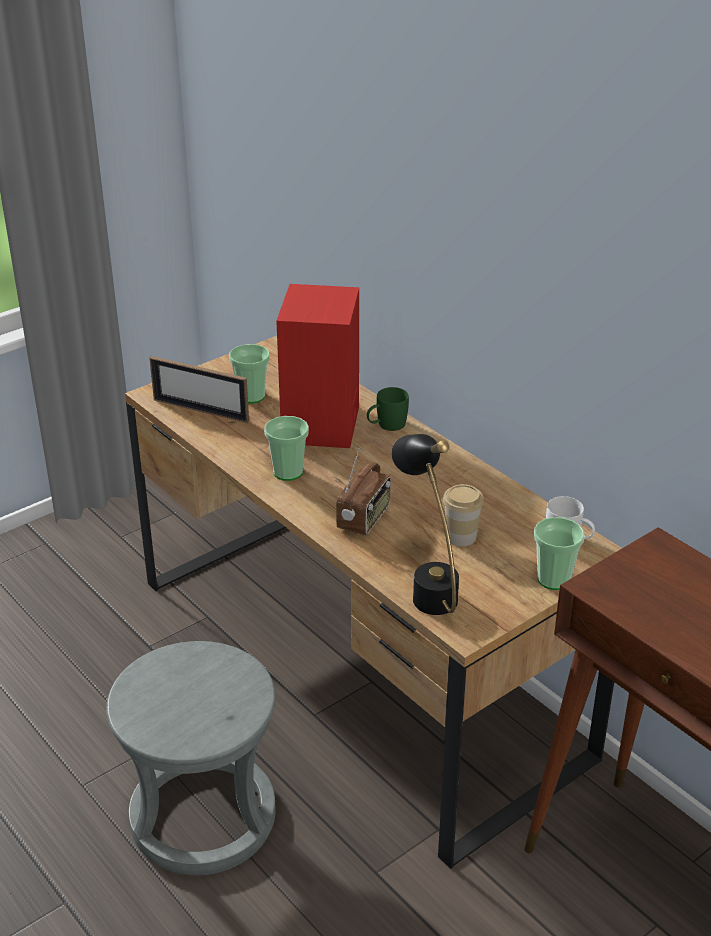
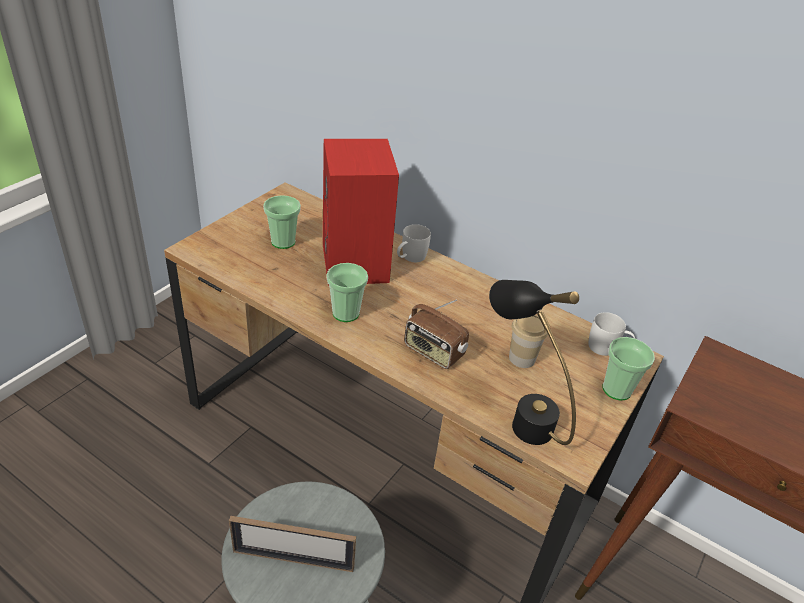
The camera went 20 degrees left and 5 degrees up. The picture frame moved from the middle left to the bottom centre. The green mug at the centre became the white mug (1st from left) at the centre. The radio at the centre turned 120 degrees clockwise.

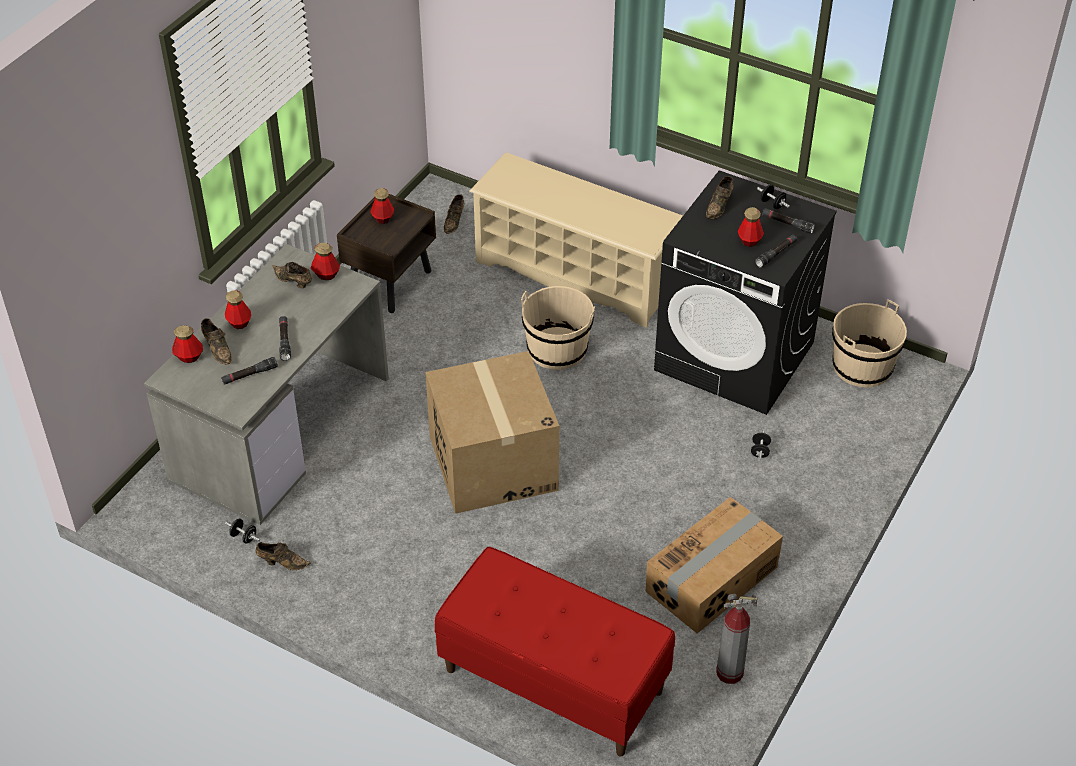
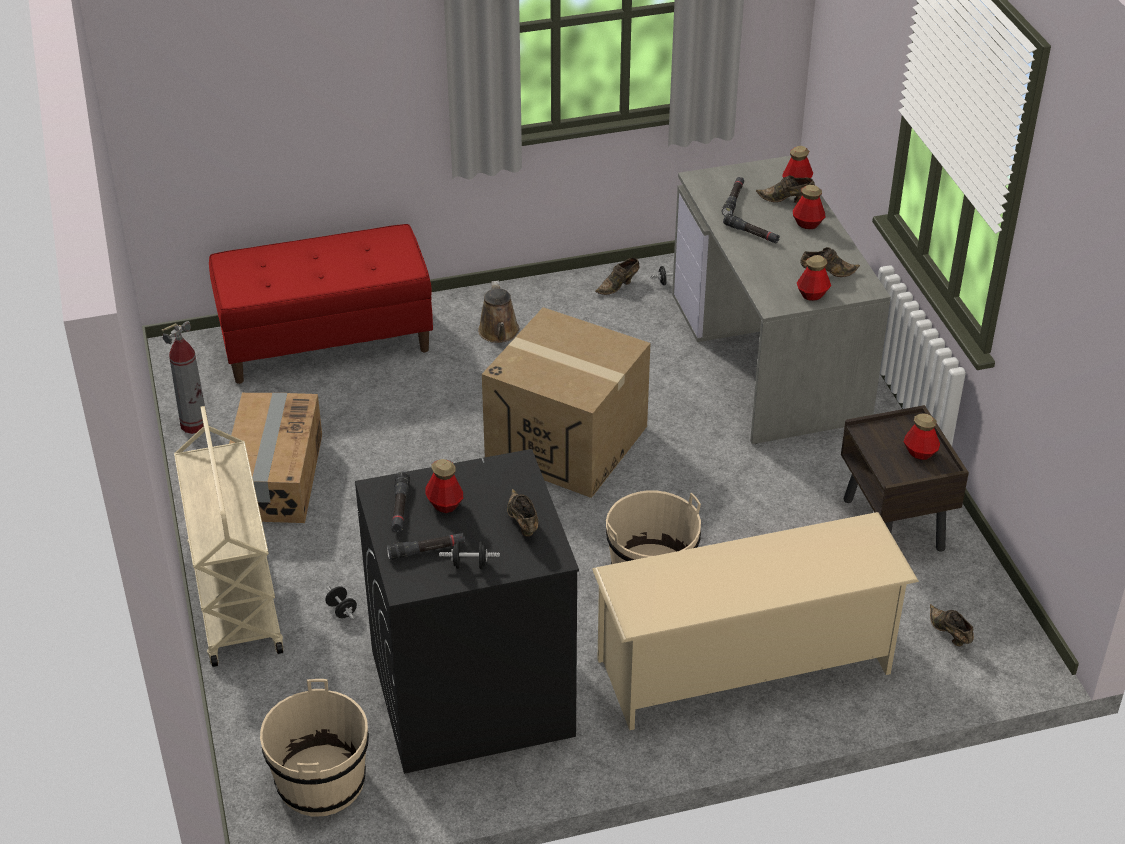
The camera went 135 degrees right and 5 degrees down. The beige cart at the middle left appeared. The brown watering can at the centre appeared.

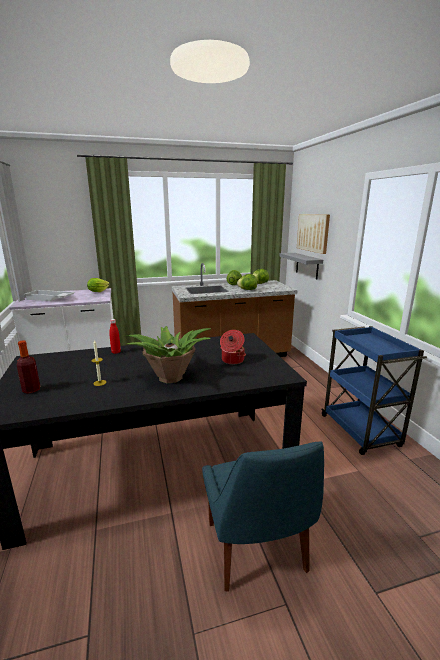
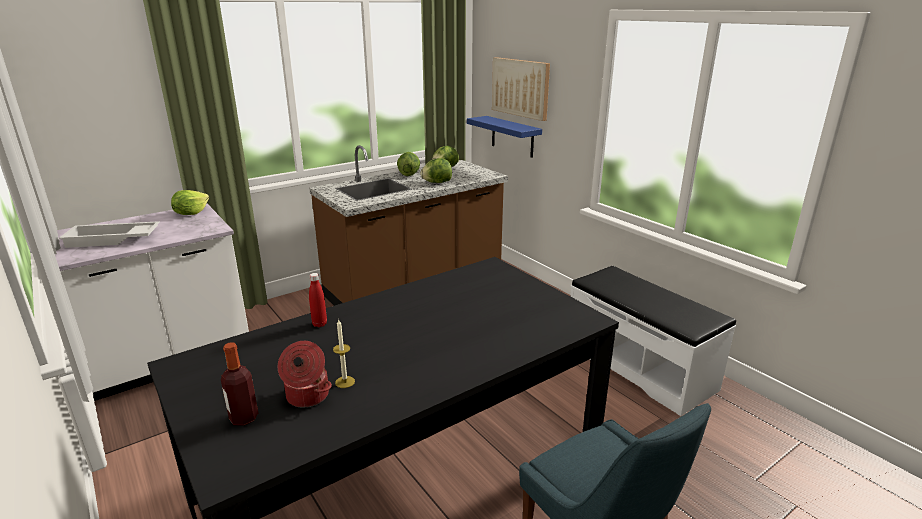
The camera went 20 degrees left and 5 degrees up. The cooking pot moved from the centre to the bottom left. The grey shelf at the middle right became the blue shelf at the top centre. The blue cart at the middle right was replaced by the white bench at the middle right. The potted plant at the centre disappeared.

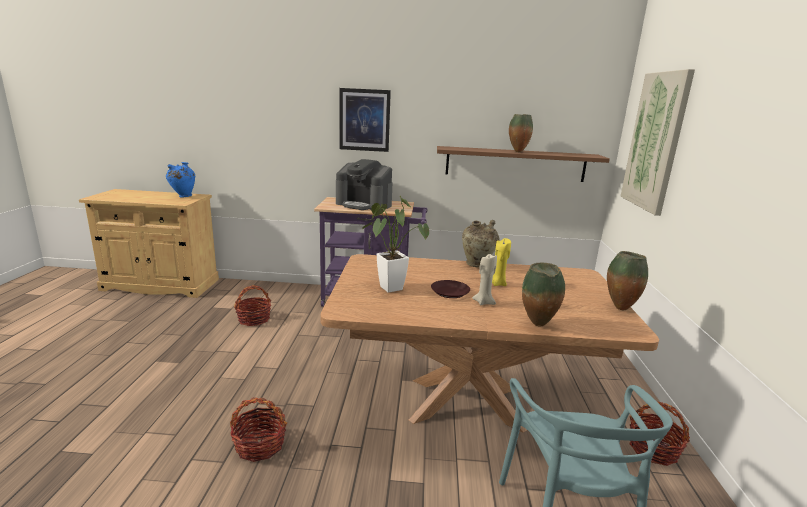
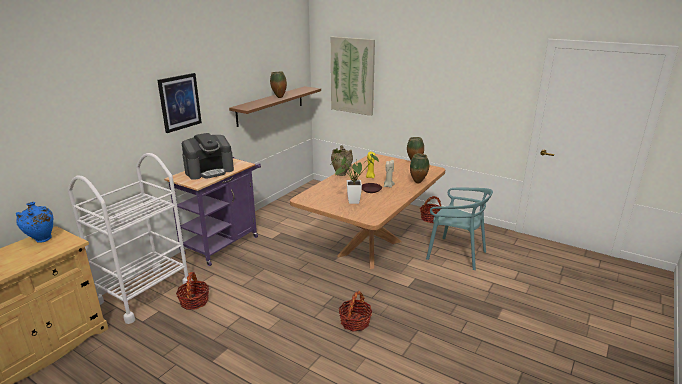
The camera went 60 degrees left and 5 degrees up. The white cart at the middle left appeared.

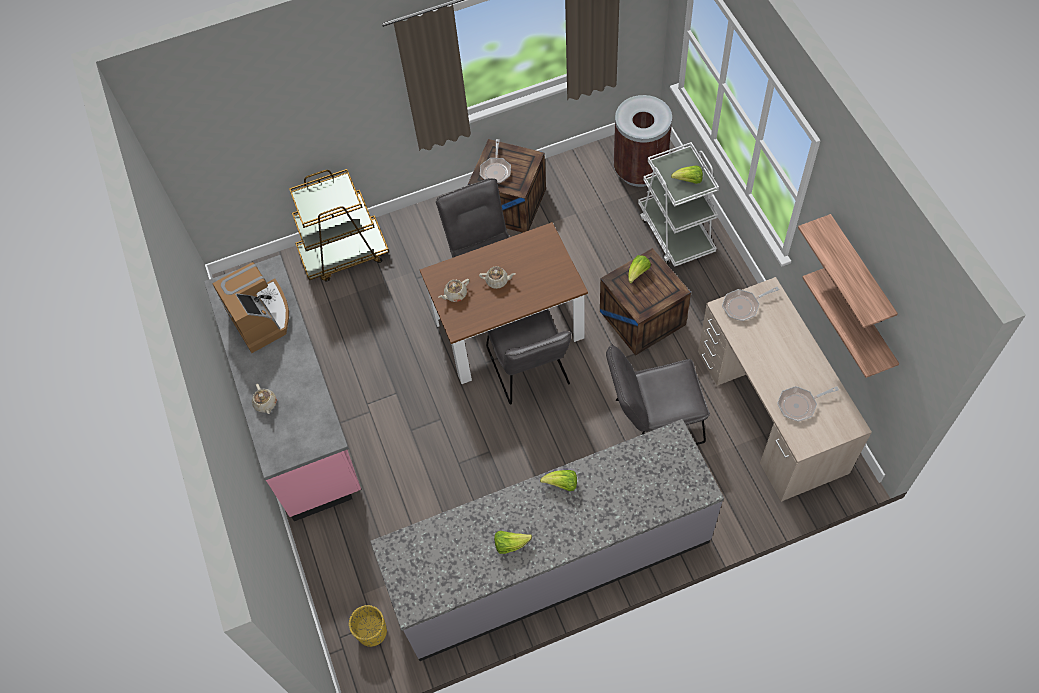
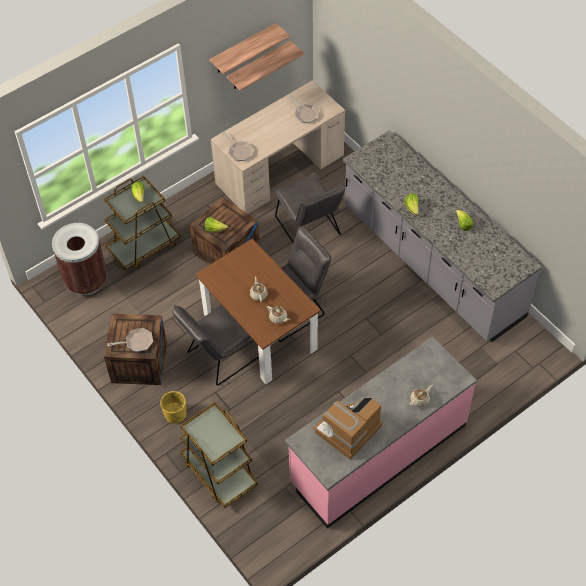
The camera went 110 degrees left and 5 degrees down. The white cart at the top centre became the brown cart (1st from left) at the middle left. The yellow planter moved from the bottom centre to the bottom left.

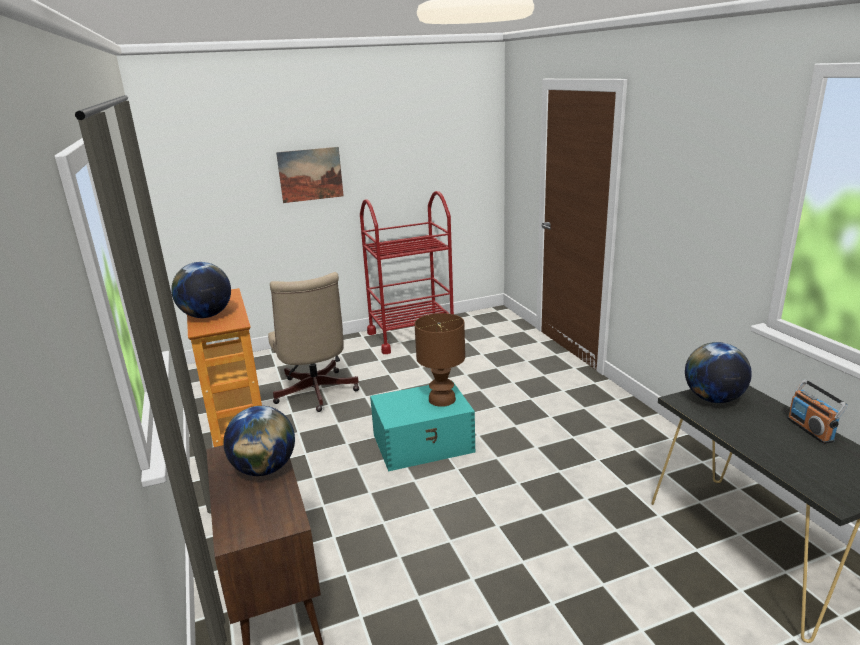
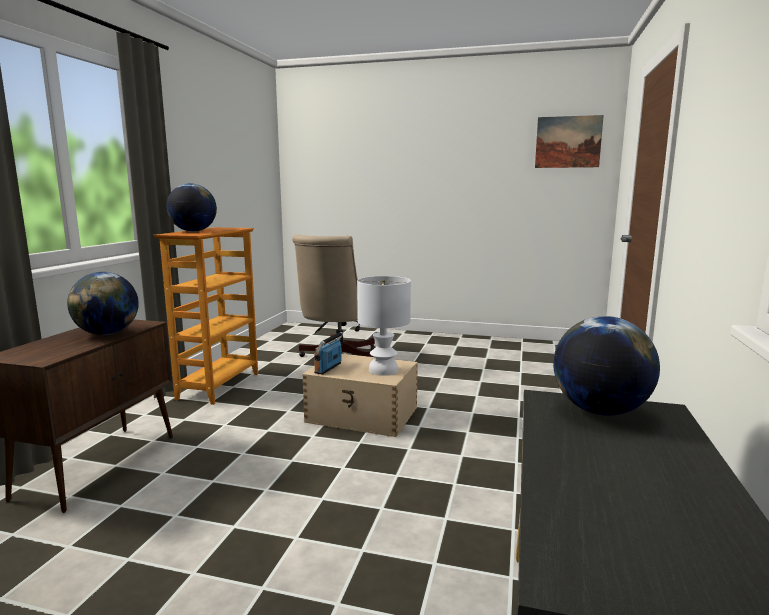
The camera went 35 degrees right and 10 degrees down. The turquoise storage box at the centre became the beige storage box at the centre. The radio moved from the middle right to the centre. The brown table lamp at the centre became the white table lamp at the centre. The picture moved from the top centre to the top right. The red cart at the centre disappeared.

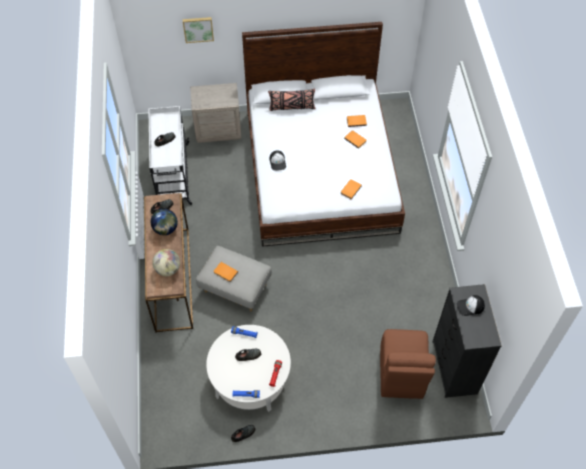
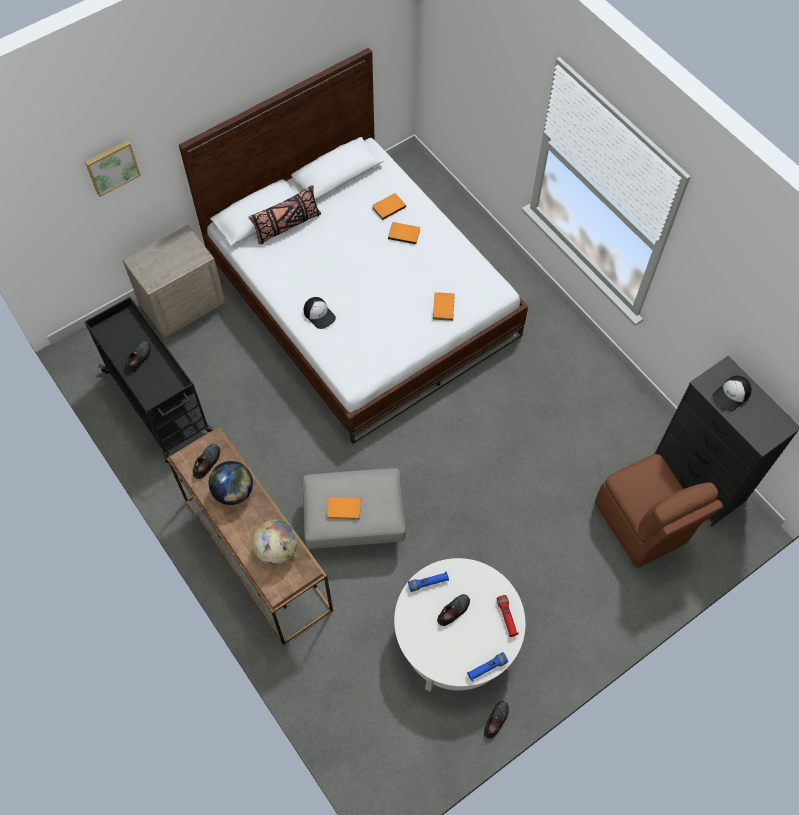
The camera went 30 degrees left and 5 degrees up. The white cart at the top left became the black cart at the middle left.

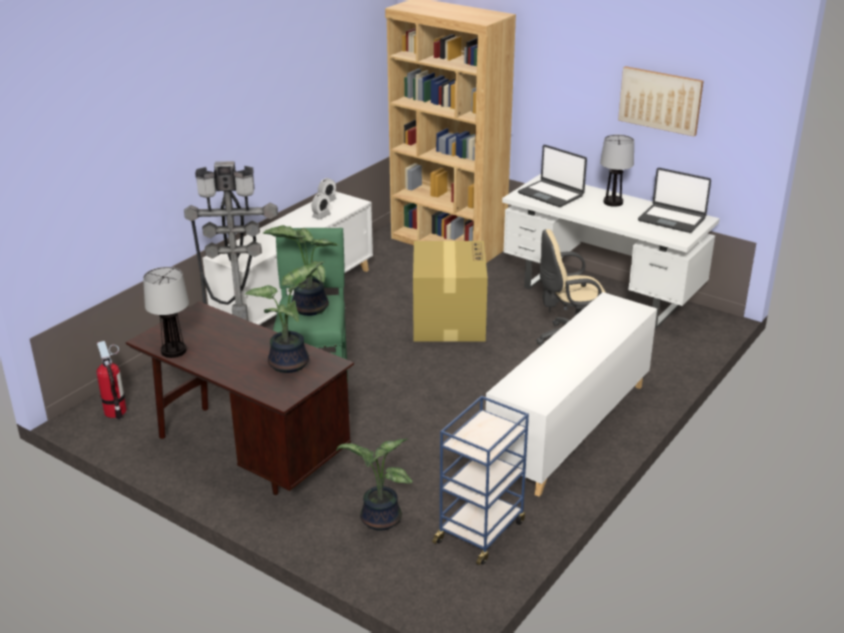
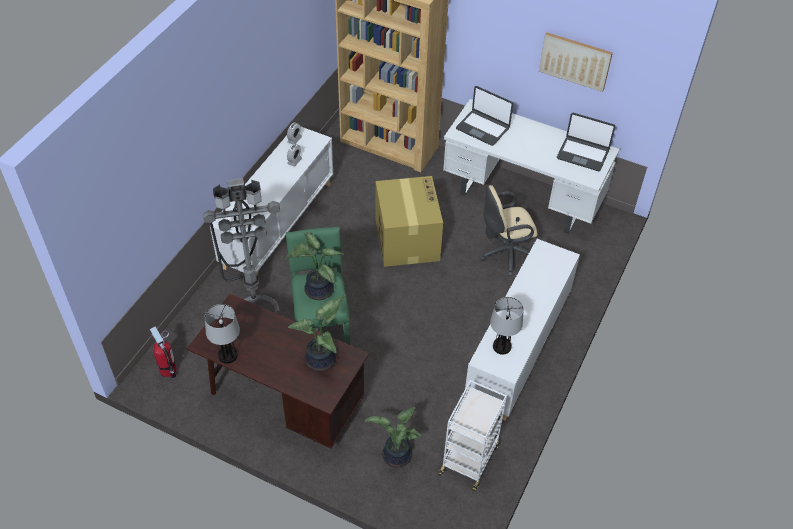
The camera went 10 degrees left and 20 degrees up. The blue cart at the bottom centre became the white cart at the bottom centre. The table lamp (2nd from left) moved from the top right to the centre.

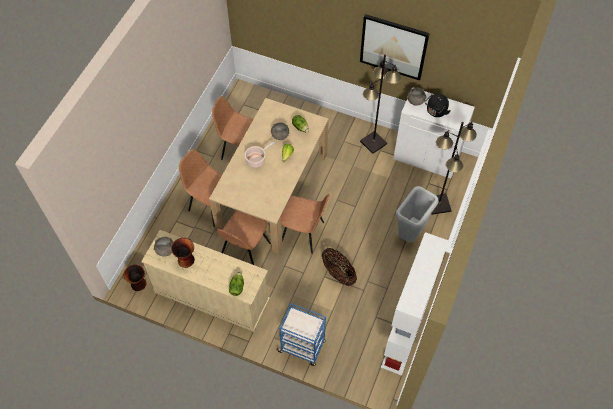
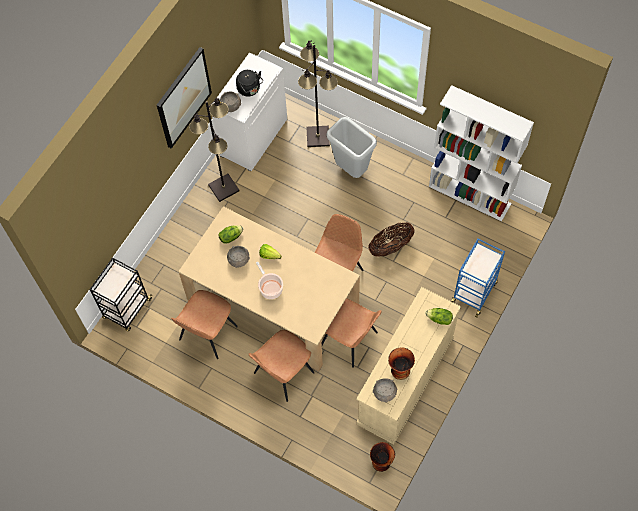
The camera went 80 degrees left and 5 degrees up. The black cart at the middle left appeared.

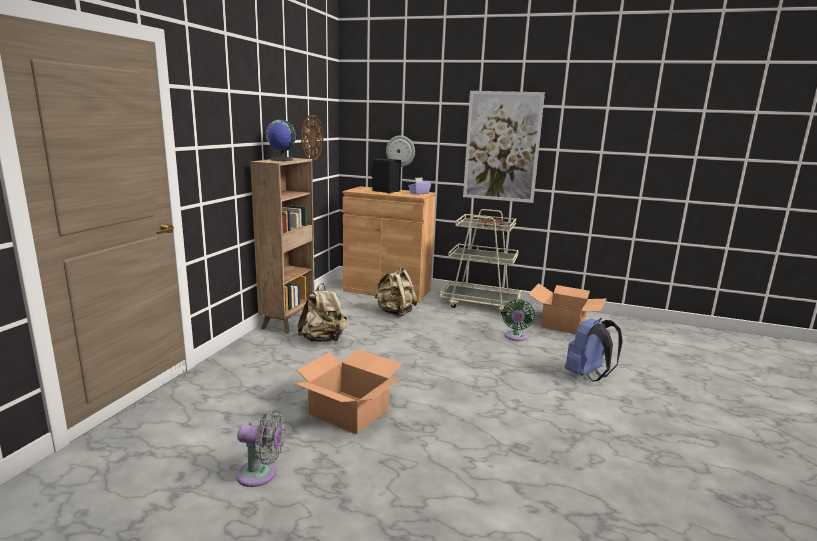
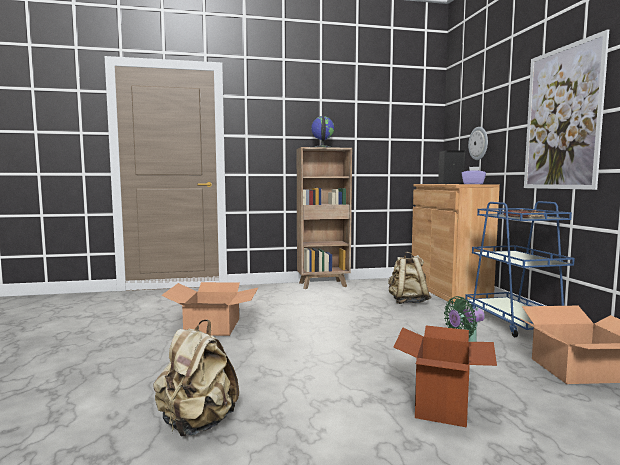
The camera went 60 degrees right and 10 degrees down. The beige backpack (1st from left) moved from the centre to the bottom left. The blue backpack at the middle right was replaced by the cardboard box (2nd from left) at the bottom right. The beige cart at the centre became the blue cart at the middle right. The grey fan at the bottom left disappeared. The wall clock (1st from left) at the top centre disappeared.

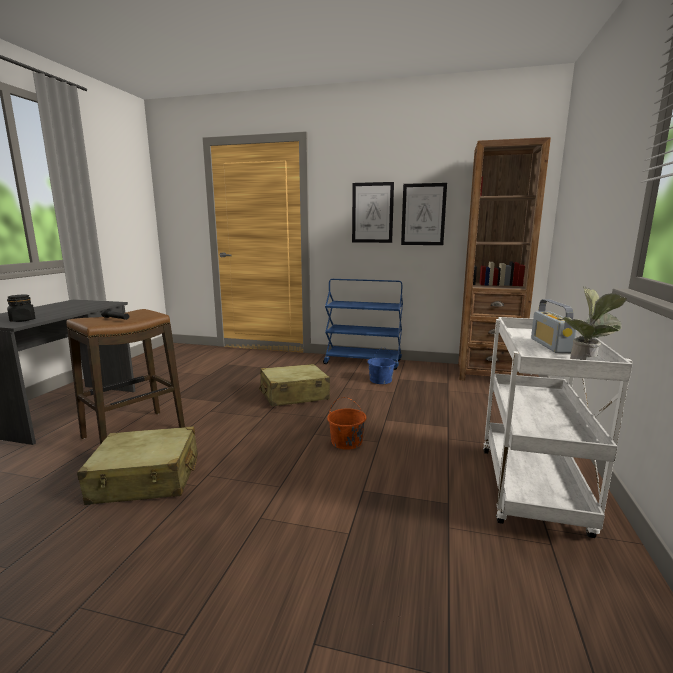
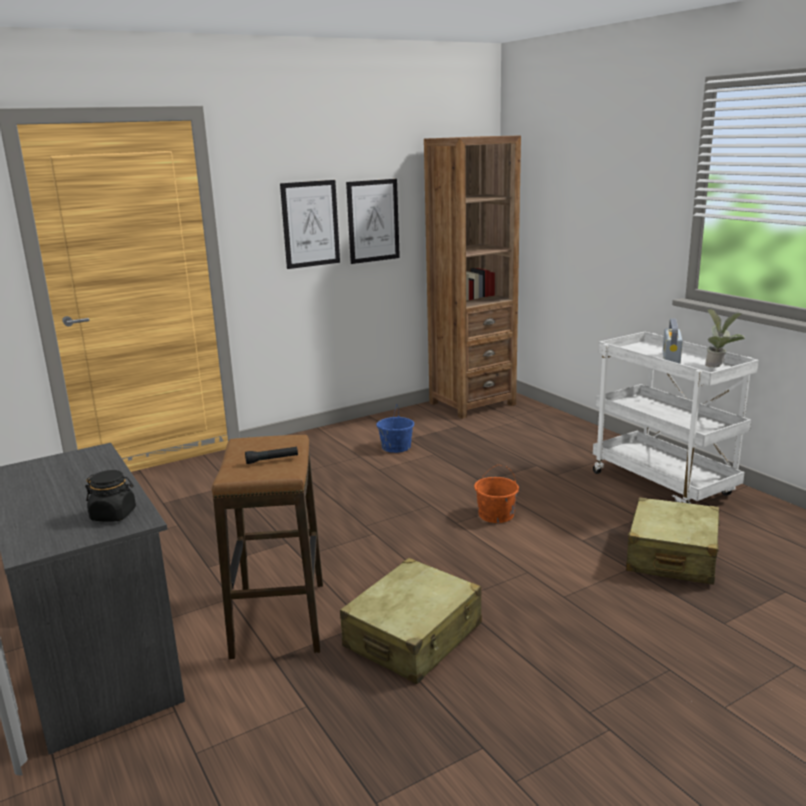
The camera went 45 degrees left and 5 degrees up. The beige suitcase (2nd from left) moved from the centre to the bottom right. The radio at the middle right turned 60 degrees clockwise. The blue cart at the centre disappeared.

